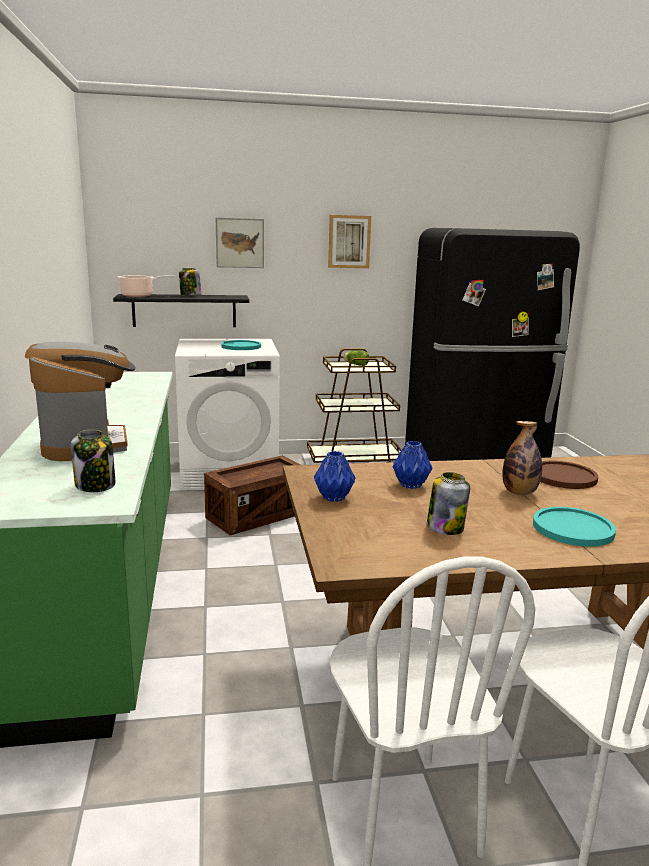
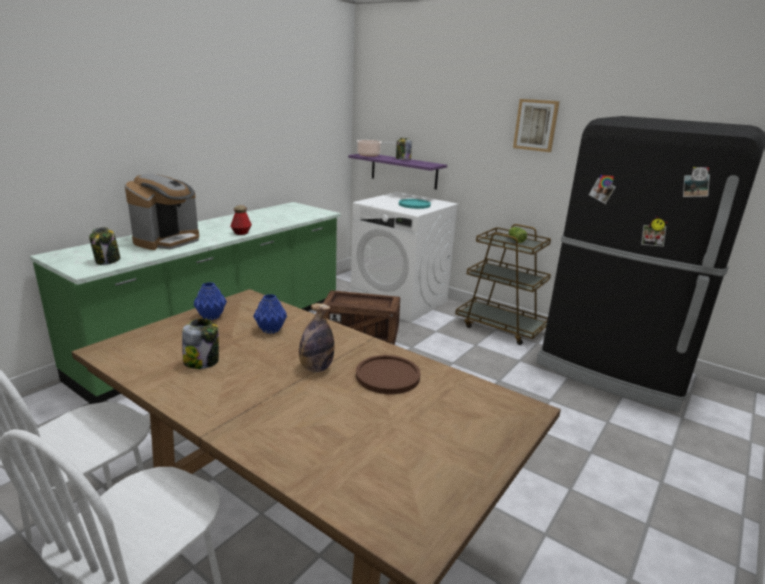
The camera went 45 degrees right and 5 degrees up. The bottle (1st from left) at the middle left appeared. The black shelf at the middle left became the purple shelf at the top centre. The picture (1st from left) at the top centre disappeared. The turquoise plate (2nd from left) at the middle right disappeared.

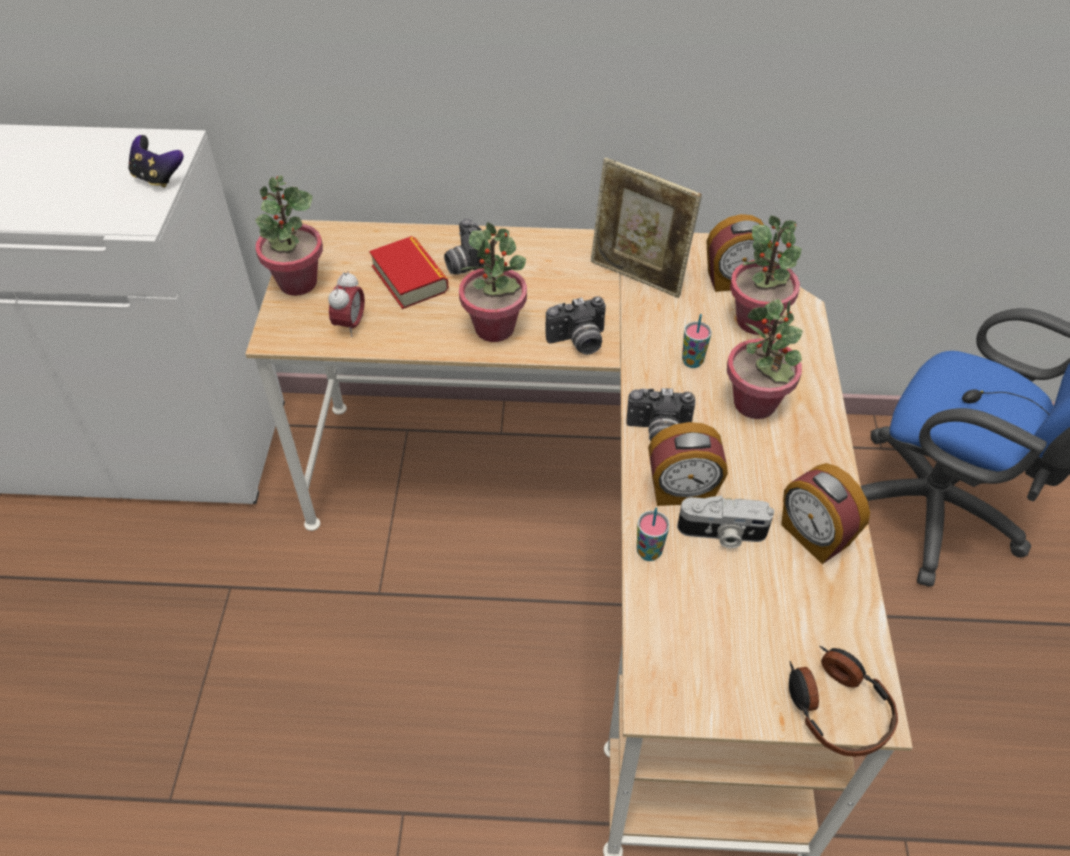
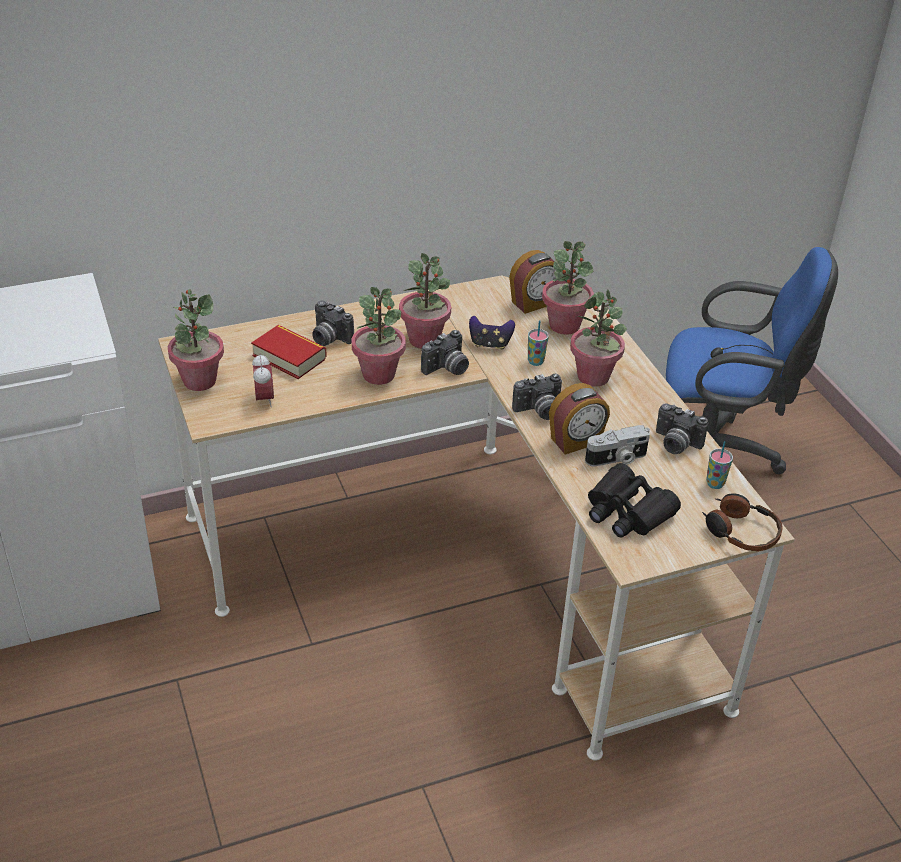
The camera went 25 degrees left and 10 degrees down. The potted plant (3rd from left) at the centre appeared. The game controller moved from the top left to the centre. The black binoculars at the middle right appeared. The alarm clock (4th from left) at the middle right was replaced by the photo camera (5th from left) at the middle right. The cup (1st from left in the first image) moved from the centre to the middle right. The picture frame at the top centre disappeared.

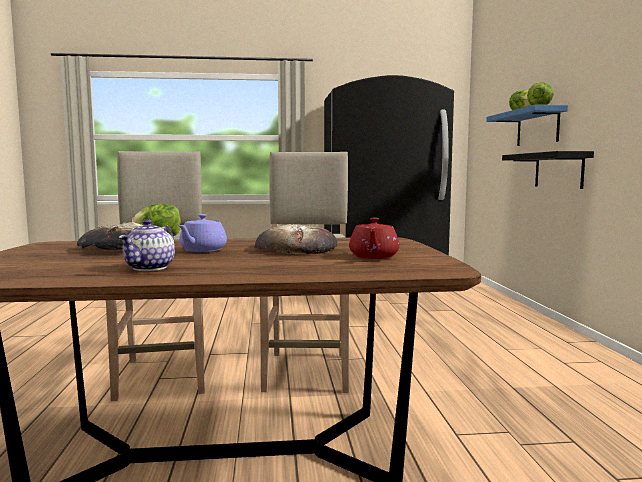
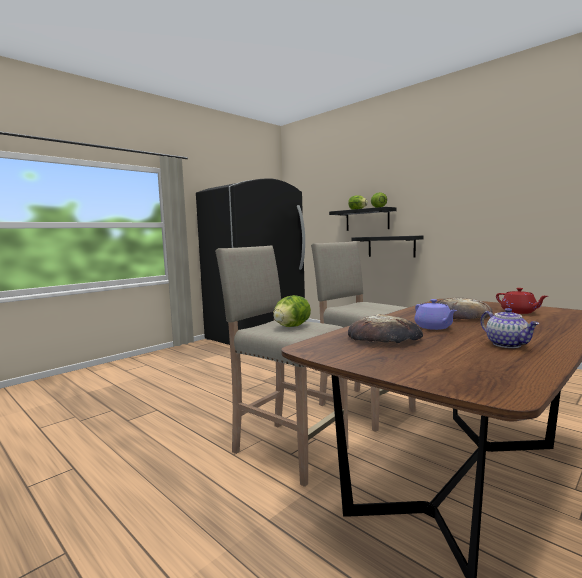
The camera went 40 degrees left and 0 degrees up. The blue shelf at the top right became the black shelf (1st from left) at the centre.

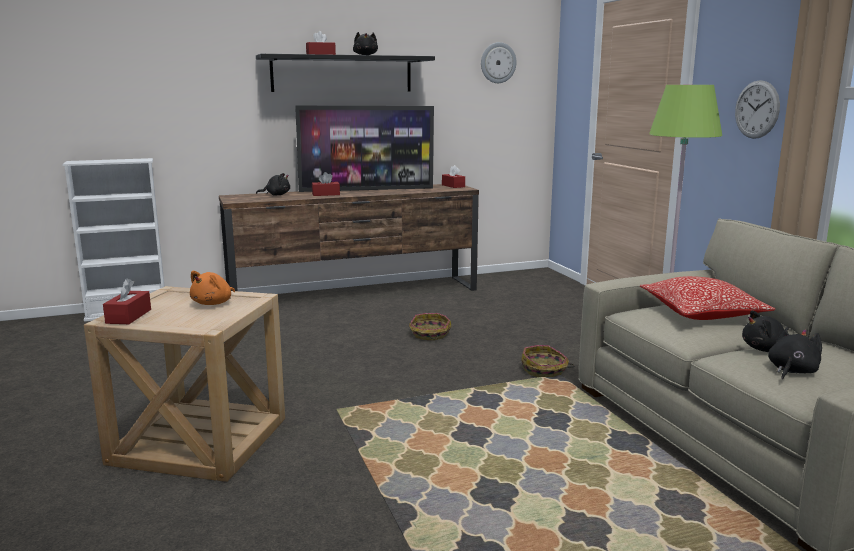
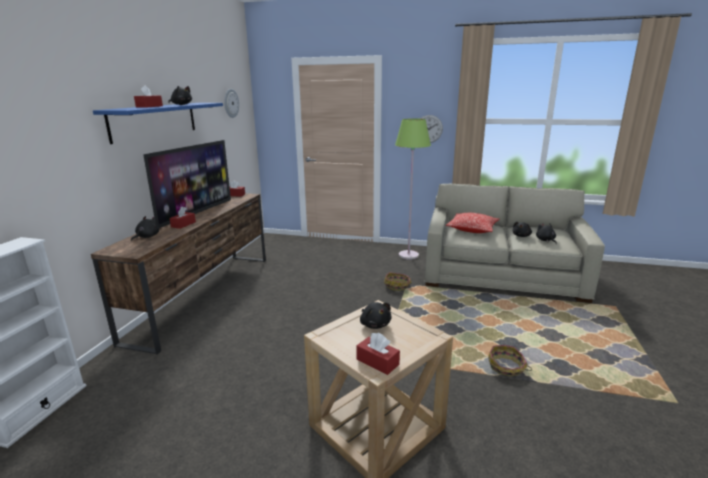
The camera went 55 degrees left and 5 degrees up. The black shelf at the top centre became the blue shelf at the top left. The orange plush toy at the middle left became the black plush toy (3rd from left) at the centre. The basket (1st from left in the first image) moved from the centre to the bottom right.

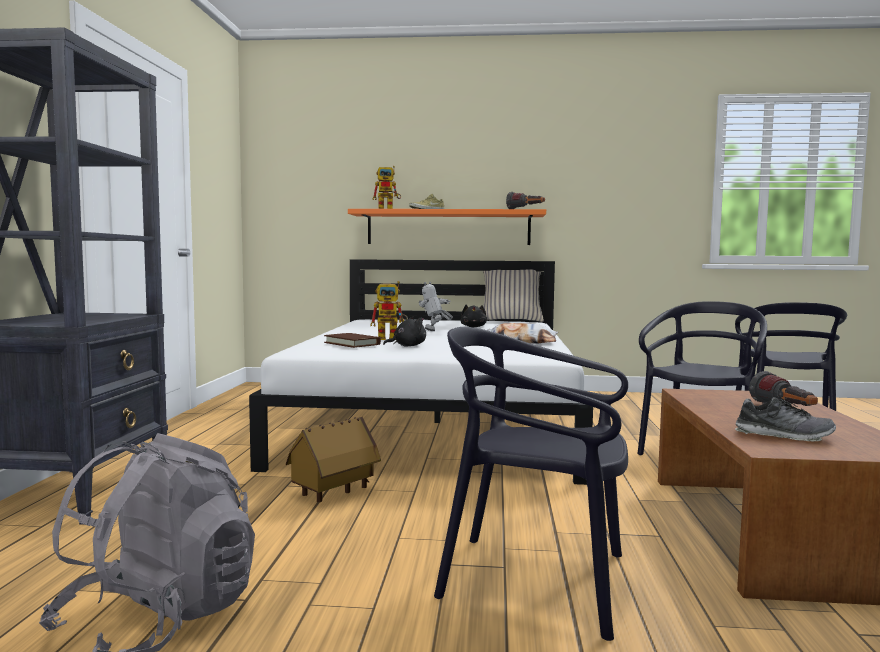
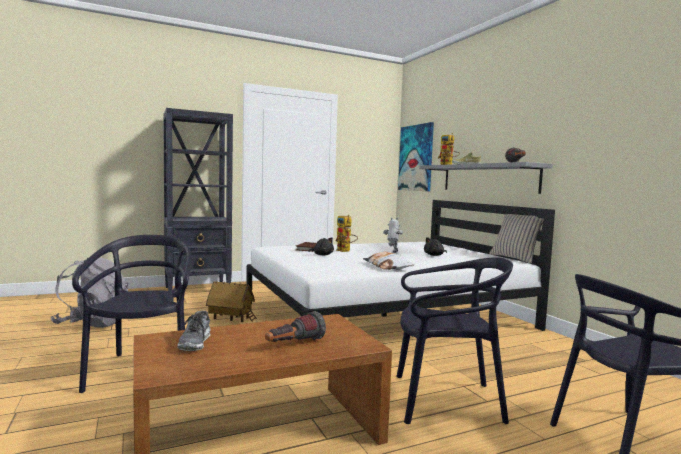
The camera went 60 degrees right and 0 degrees up. The picture at the centre appeared. The orange shelf at the centre became the grey shelf at the middle right.

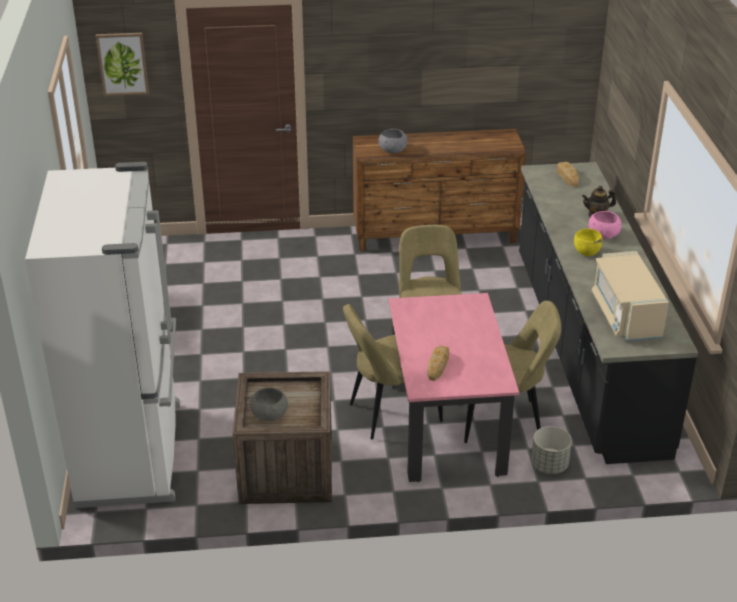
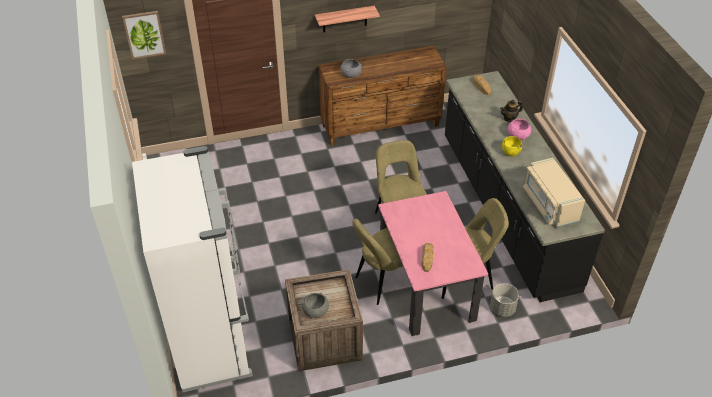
The camera went 10 degrees left and 10 degrees up. The shelf at the top centre appeared.

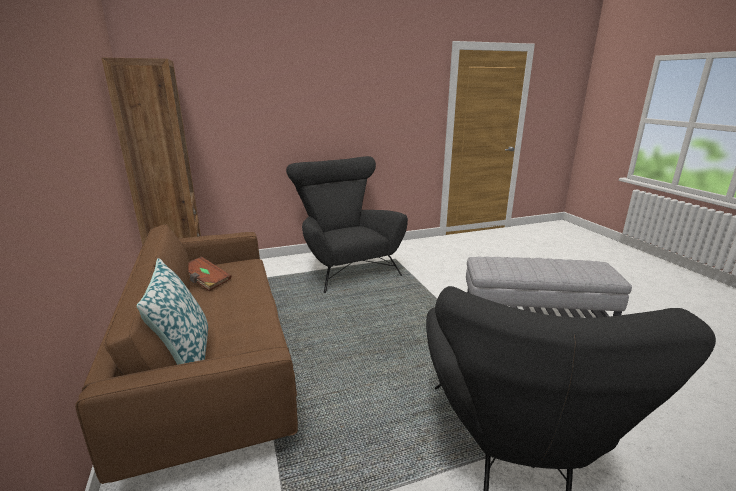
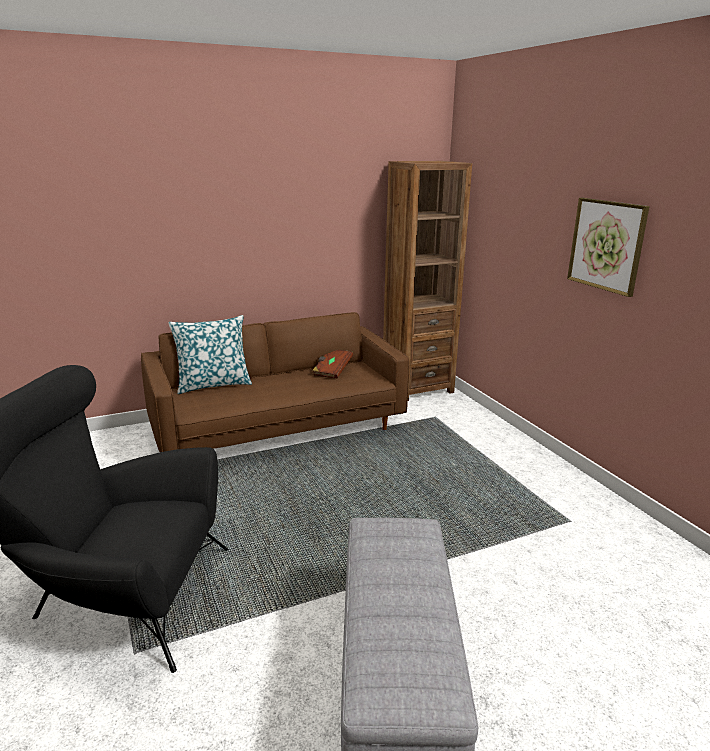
The camera went 85 degrees right and 0 degrees up. The picture at the top right appeared. The black armchair (1st from left) at the centre disappeared.

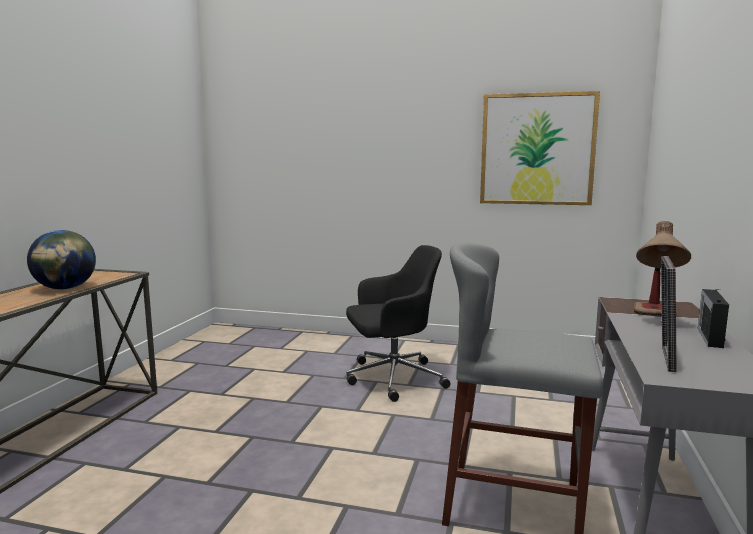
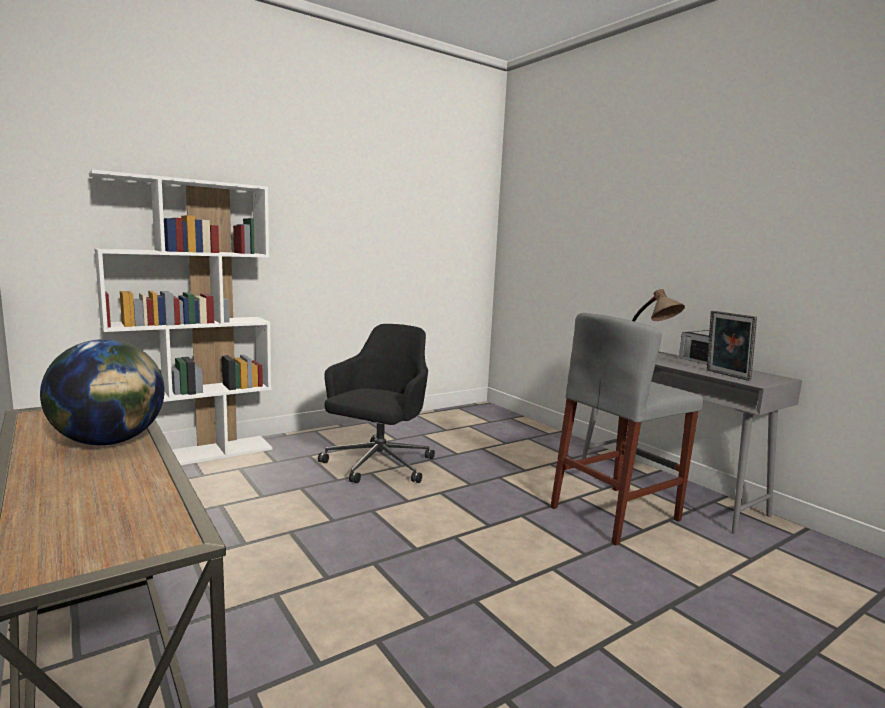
The camera went 50 degrees left and 0 degrees up. The white bookcase at the middle left appeared. The picture at the top right disappeared.

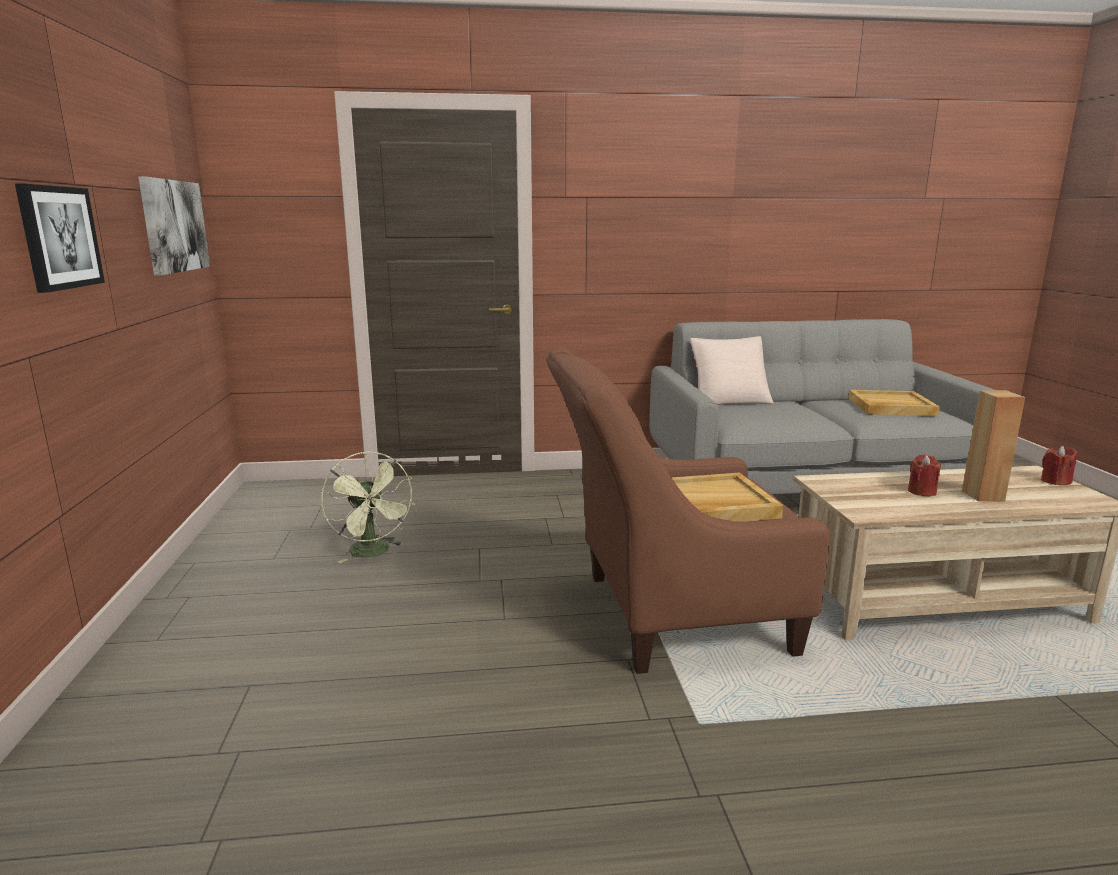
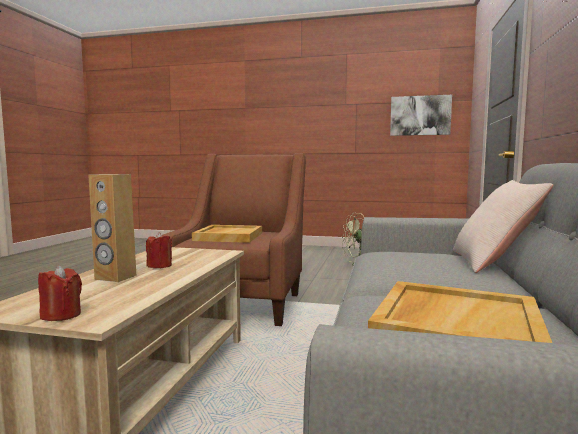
The camera went 110 degrees right and 10 degrees down. The picture (1st from left) at the top left disappeared.

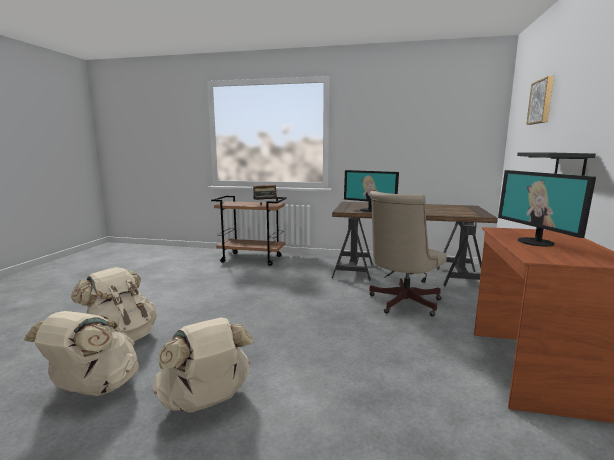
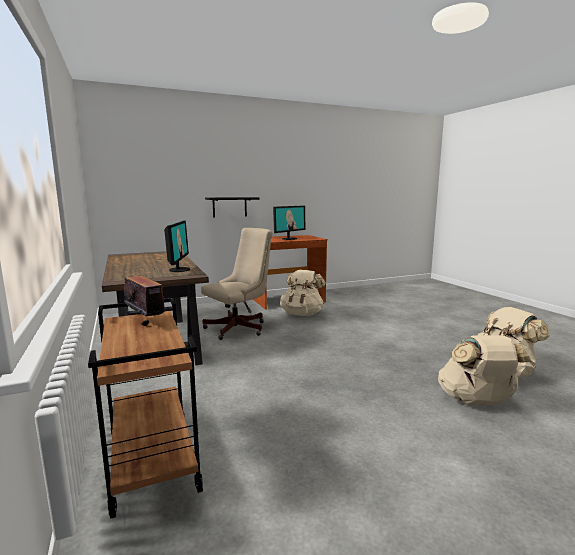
The camera went 125 degrees left and 0 degrees up. The beige office chair at the centre turned 45 degrees counterclockwise. The beige backpack (3rd from left in the first image) moved from the bottom left to the centre. The picture at the top right disappeared.

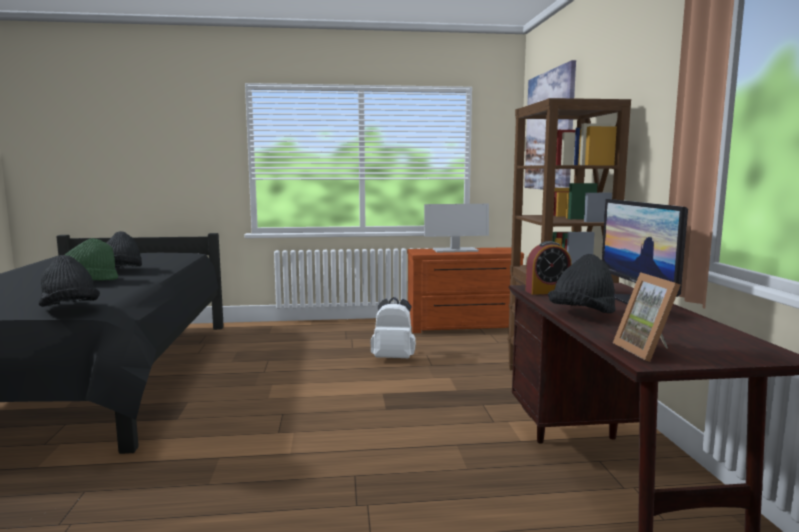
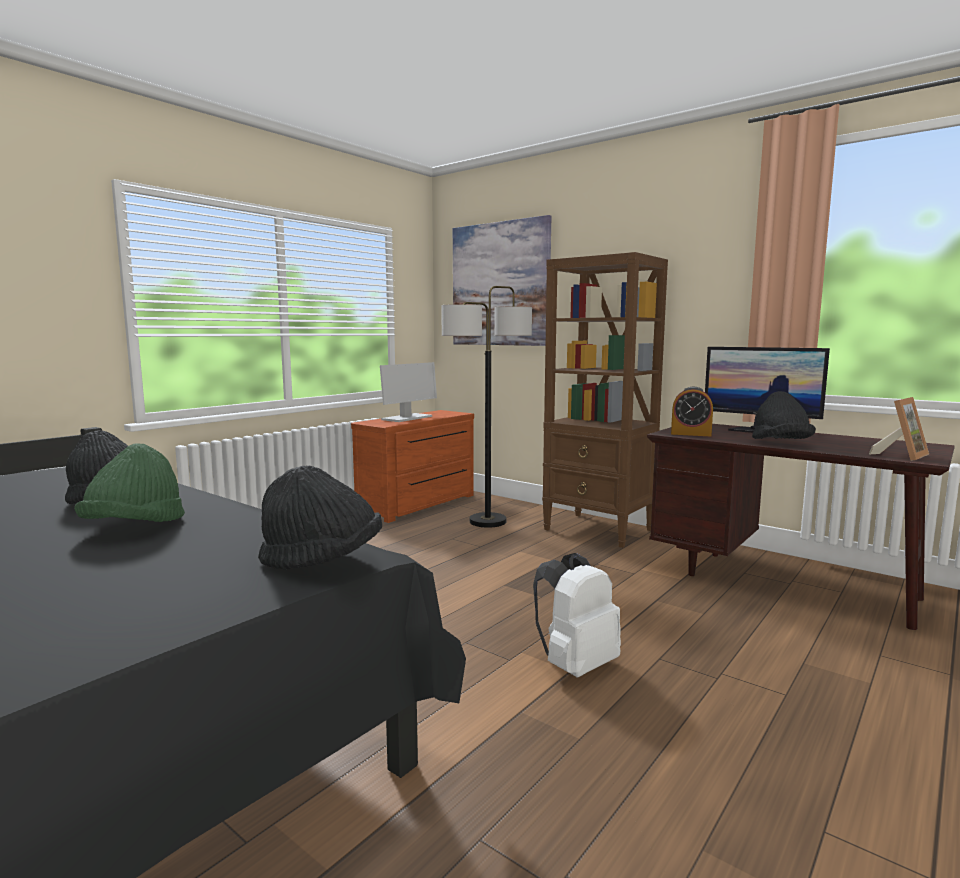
The camera went 45 degrees left and 0 degrees up. The floor lamp at the centre appeared. The white backpack moved from the centre to the bottom centre. The alarm clock at the middle right turned 75 degrees clockwise. The picture frame at the middle right turned 75 degrees counterclockwise.

